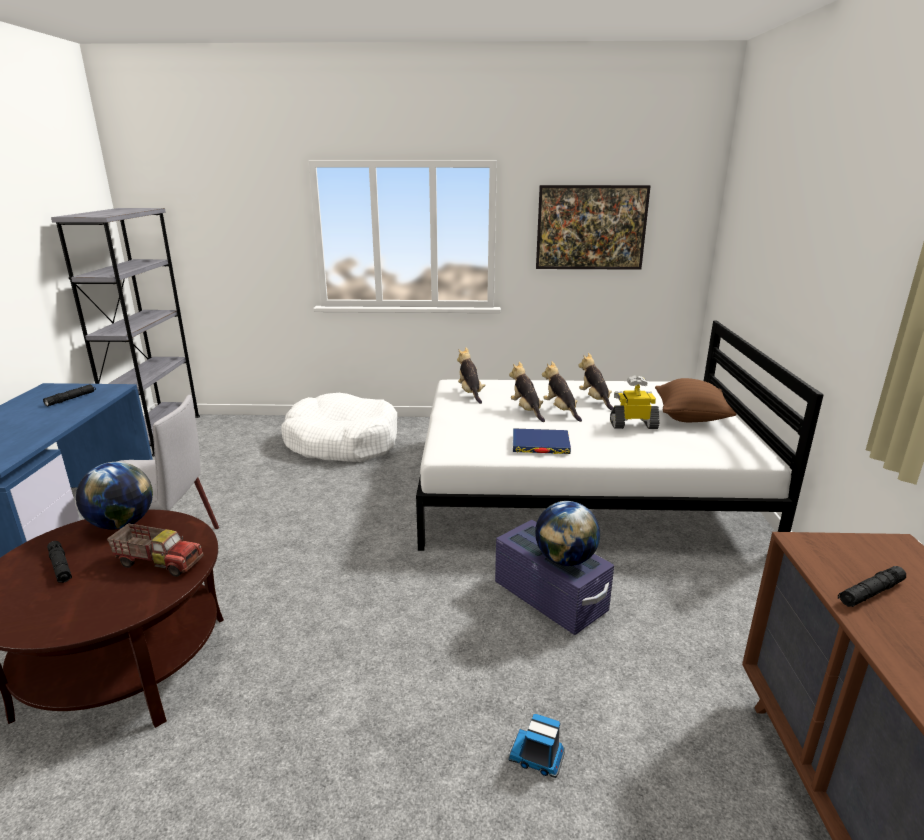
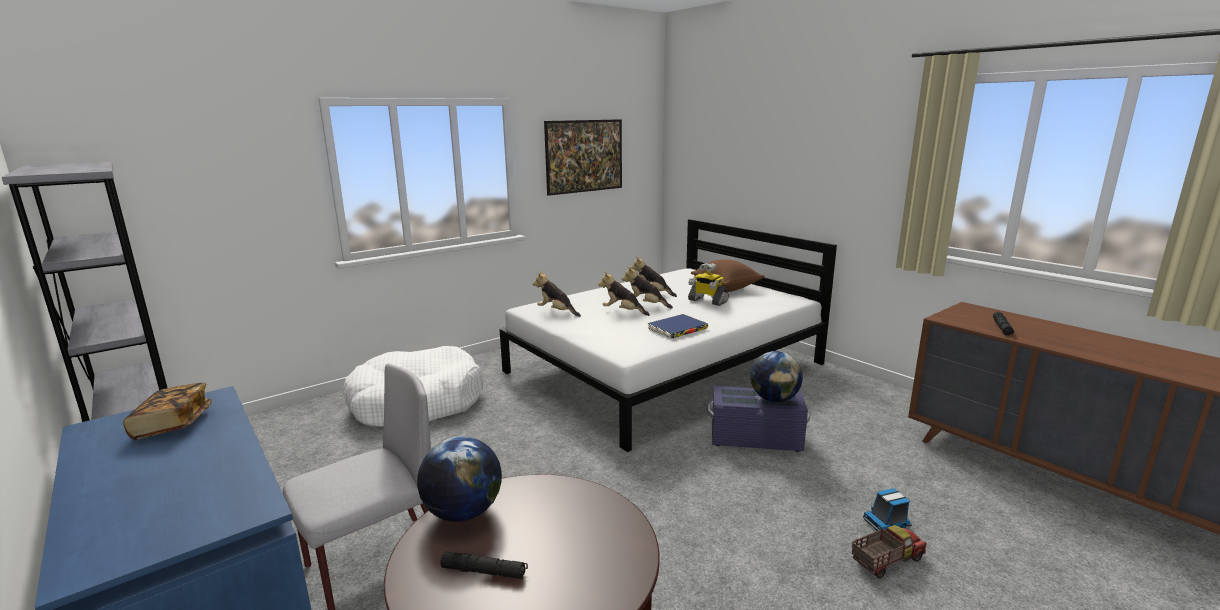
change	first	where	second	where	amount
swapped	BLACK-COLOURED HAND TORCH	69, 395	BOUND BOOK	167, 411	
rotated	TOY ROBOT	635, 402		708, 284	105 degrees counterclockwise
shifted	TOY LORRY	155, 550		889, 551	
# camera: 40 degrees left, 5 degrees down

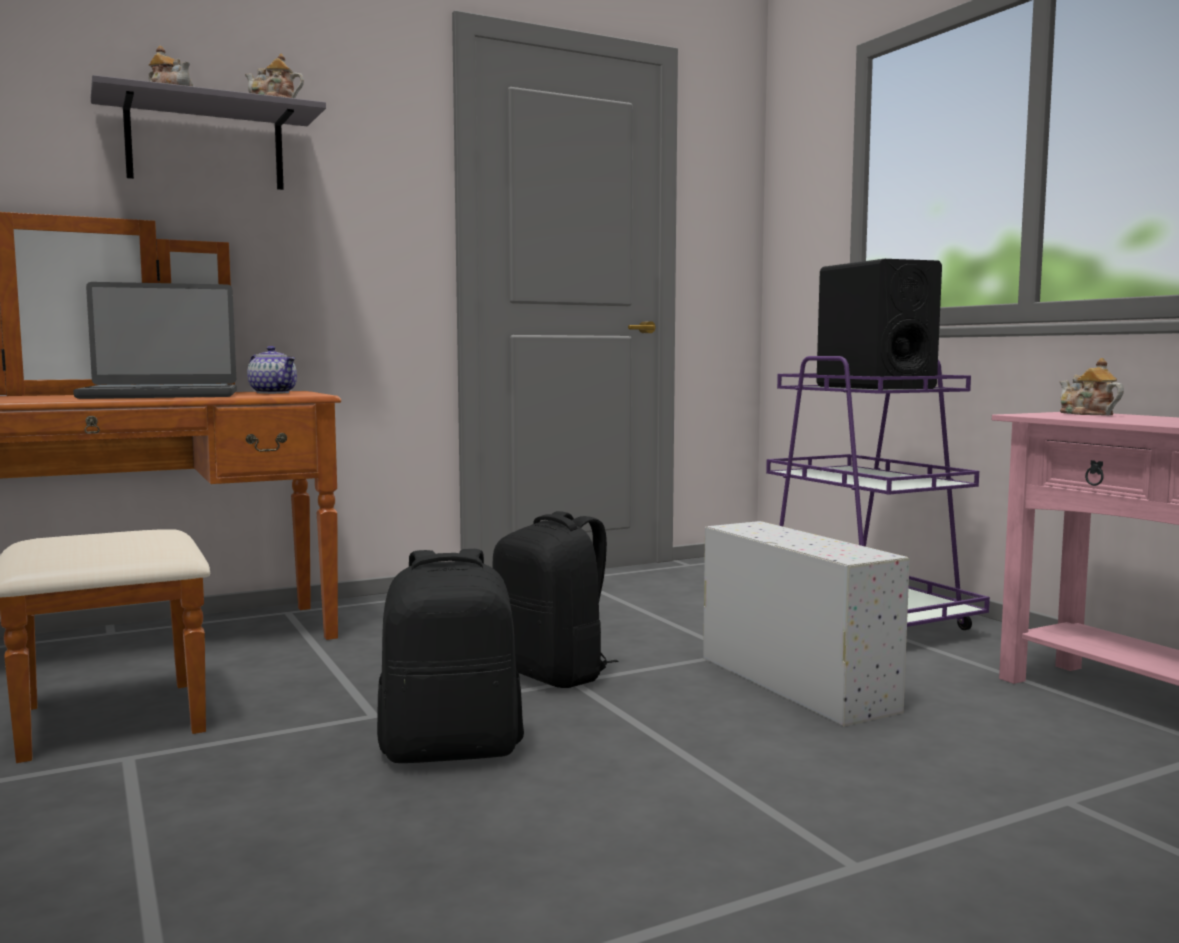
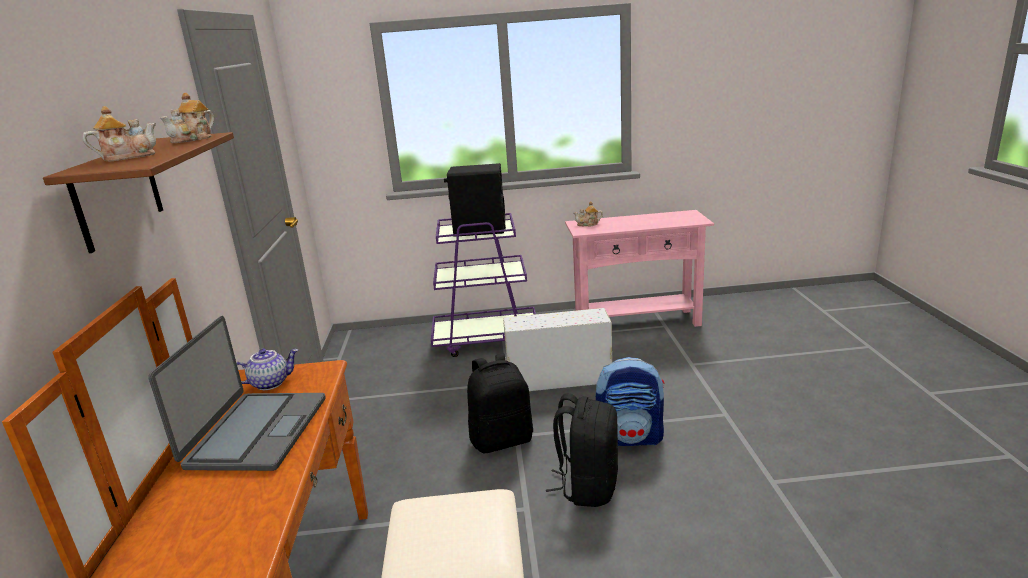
change	first	where	second	where	amount
repainted	GRAY BRACKET SHELF	208, 132	BROWNISH BRACKET SHELF	138, 192	
new			BACKPACK	630, 401	
# camera: 65 degrees left, 15 degrees up

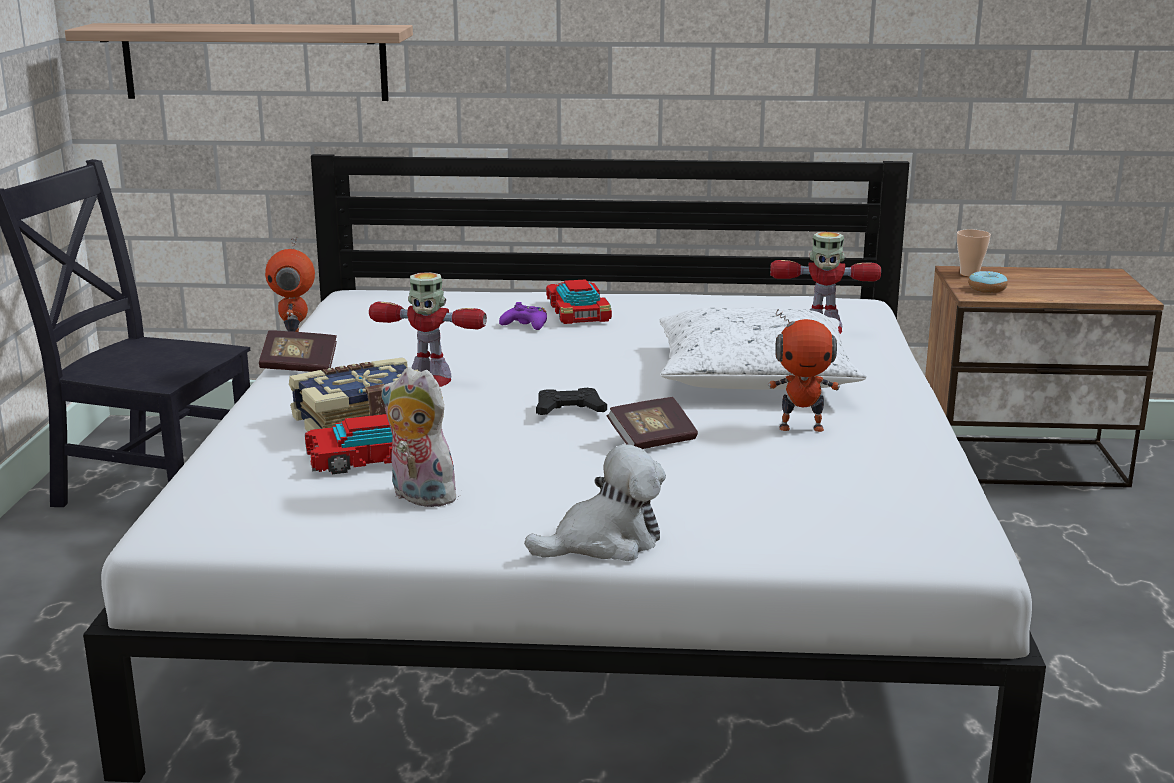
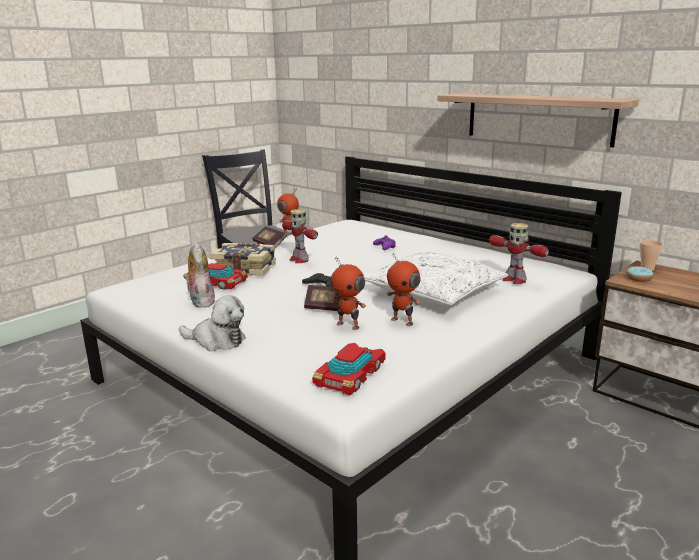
change	first	where	second	where	amount
shifted	MINIATURE CAR	579, 301		348, 369	
new			TOY ROBOT	348, 293	
shifted	BRACKET SHELF	239, 62		538, 120	
# camera: 40 degrees right, 0 degrees up

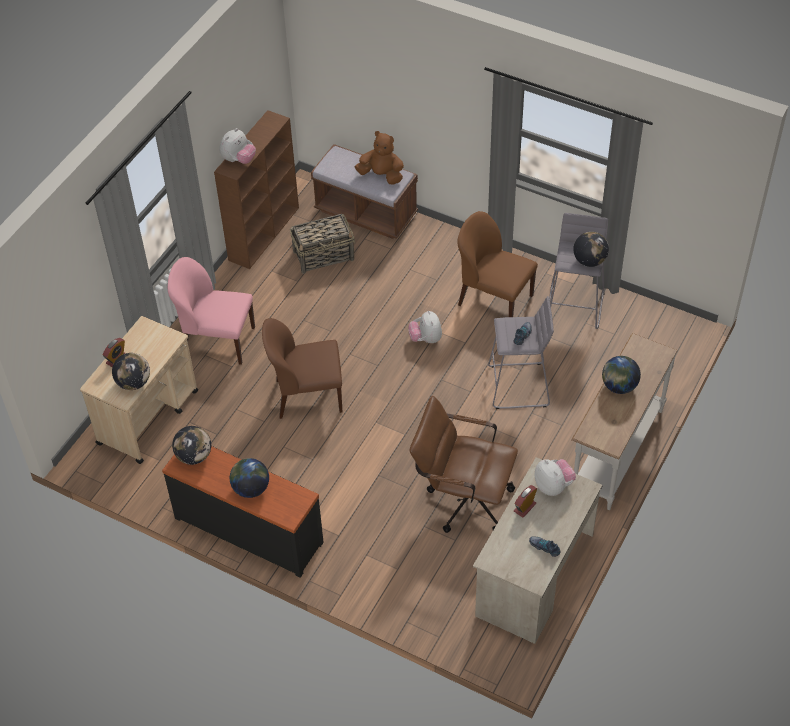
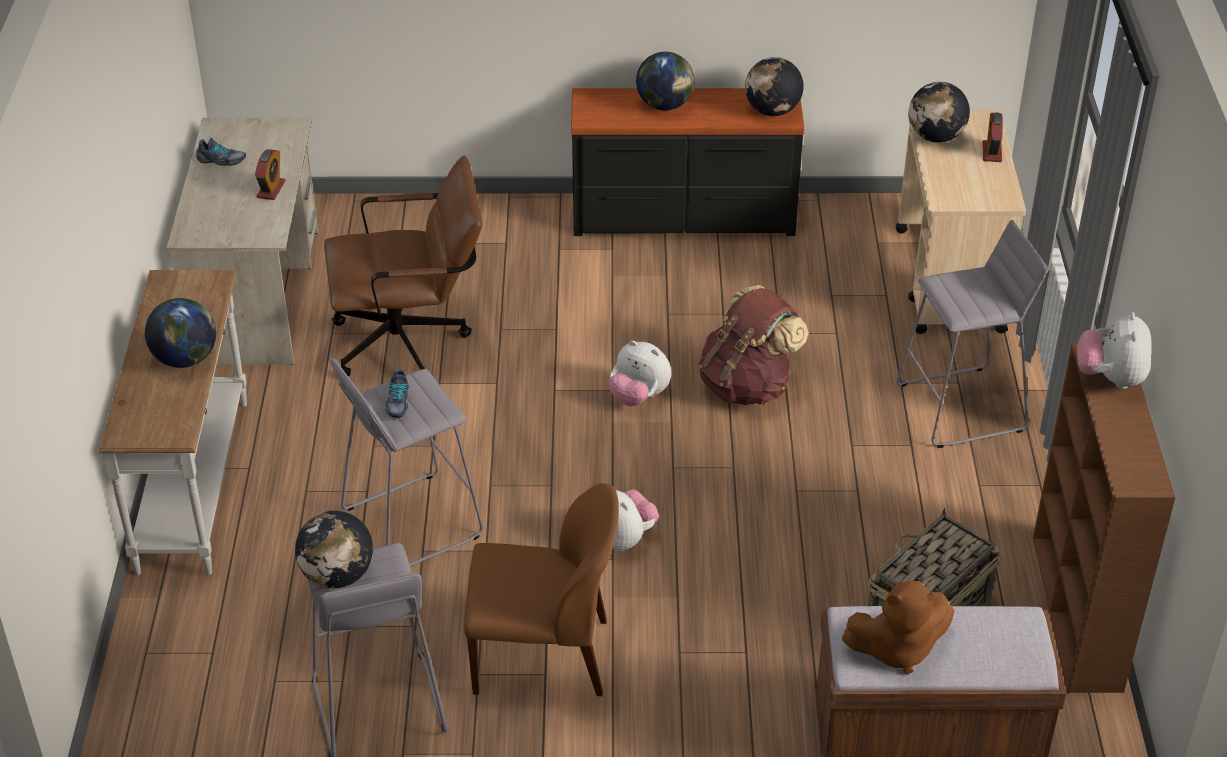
change	first	where	second	where	amount
shifted	CUDDLY TOY	555, 477		640, 373	
swapped	BROWNISH UPRIGHT CHAIR	302, 368	BROWNISH BACKPACK	753, 345	
swapped	PINK-COLOURED UPRIGHT CHAIR	211, 311	GRAY SITTING STOOL	972, 334	
# camera: 150 degrees right, 10 degrees down

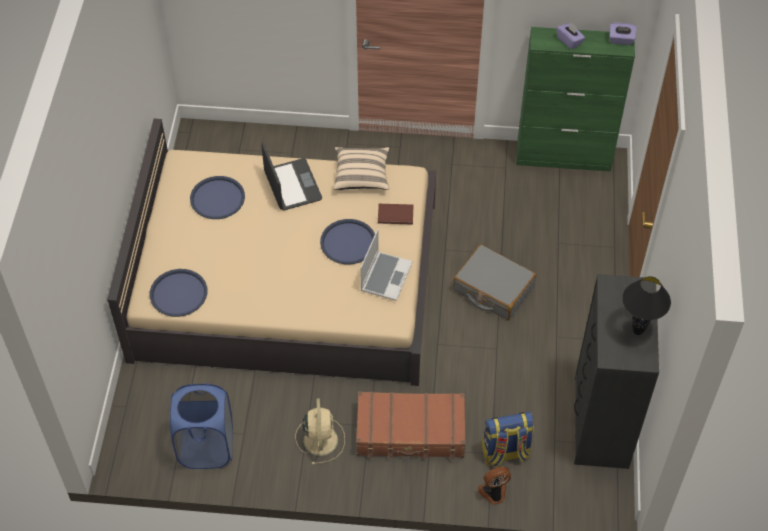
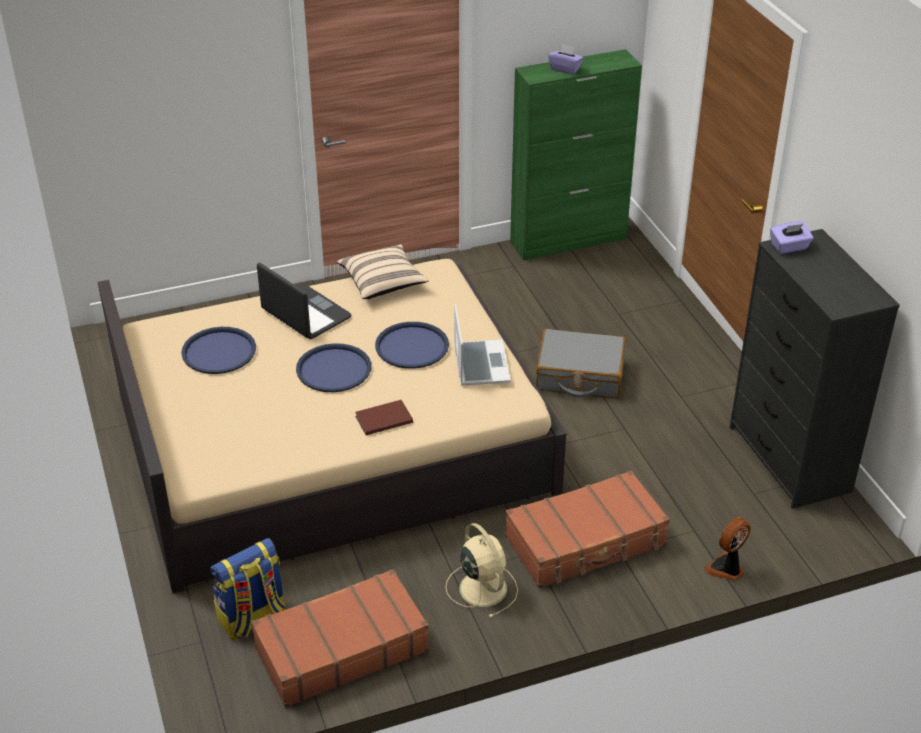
change	first	where	second	where	amount
shifted	BACKPACK	508, 439		248, 589	
swapped	BLUE-COLOURED HAMPER	201, 426	BROWNISH SUITCASE	340, 638	
shifted	BLUE-COLOURED SERVING TRAY	179, 293		333, 367	
shifted	BROWNISH BOUND BOOK	396, 214		384, 417	
shifted	PURPLISH TISSUE BOX	623, 34		791, 237	
gone	BLACK-COLOURED LAMP FOR A TABLE	646, 305			
# camera: 25 degrees left, 15 degrees down

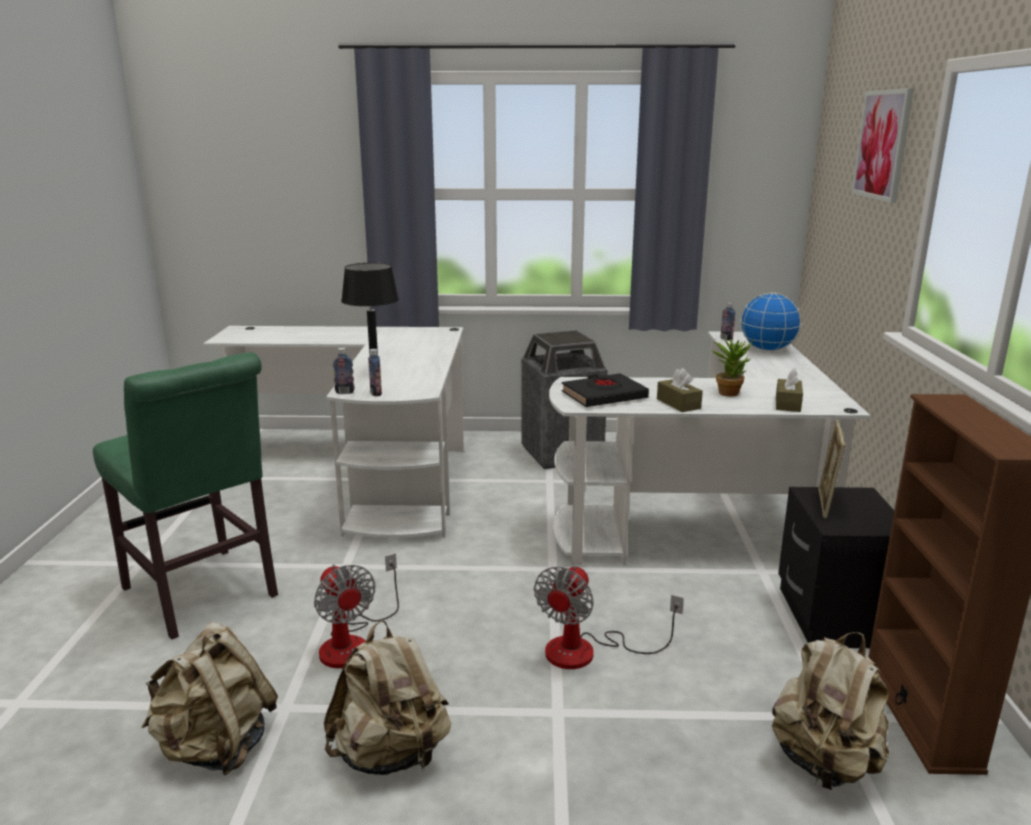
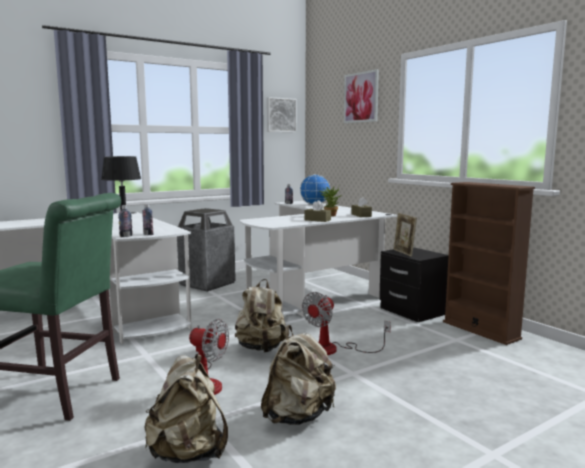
change	first	where	second	where	amount
shifted	SAND-COLOURED BACKPACK	830, 711		260, 316	
new			WALL ART	282, 114	
rotated	FAN	609, 617		346, 323	45 degrees clockwise
gone	BLACK-COLOURED BOUND BOOK	605, 390			
# camera: 35 degrees left, 10 degrees down

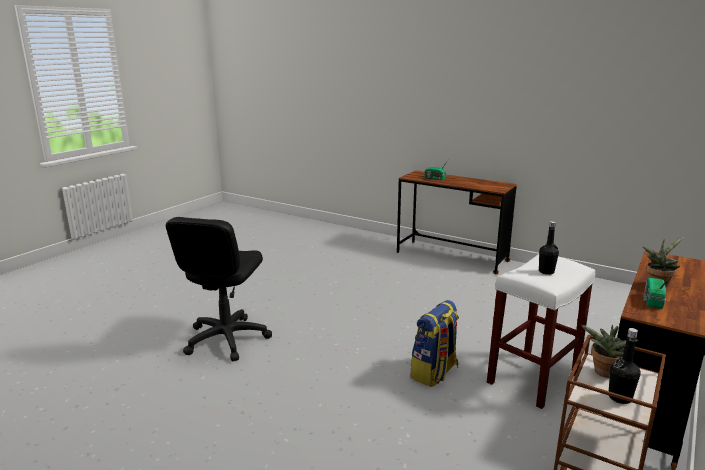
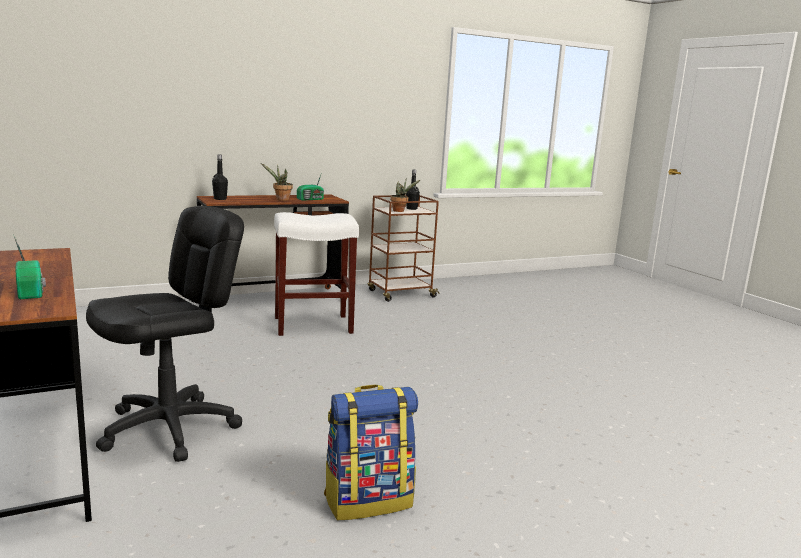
change	first	where	second	where	amount
shifted	BLACK-COLOURED COMPUTER CHAIR	219, 289		165, 334	
shifted	BLACK-COLOURED BOTTLE	549, 248		220, 177	
shifted	BACKPACK	434, 343		371, 452	
# camera: 150 degrees left, 5 degrees down

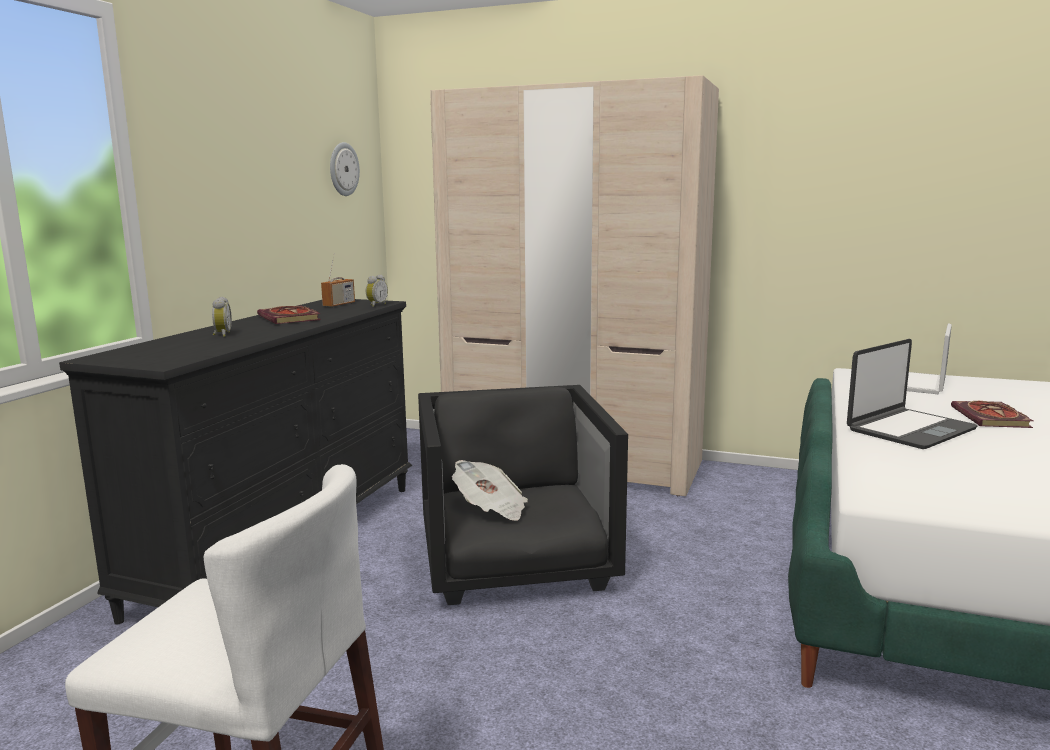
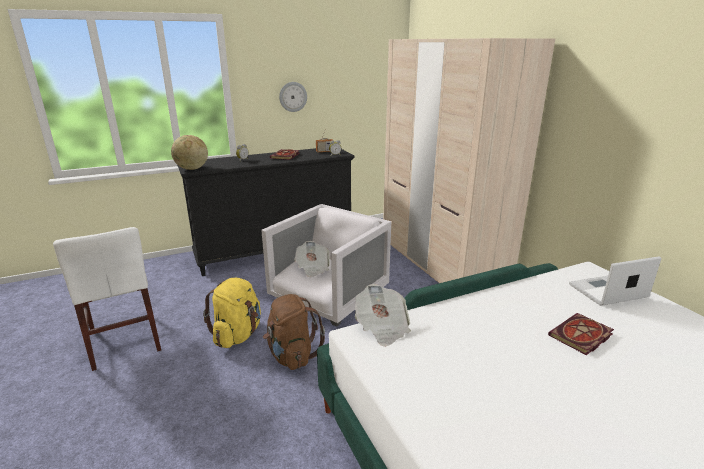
change	first	where	second	where	amount
new			DESK GLOBE	189, 152	
new			YELLOW-COLOURED BACKPACK	232, 313	
repainted	BLACK-COLOURED EASY CHAIR	523, 495	WHITE-COLOURED EASY CHAIR	326, 265	
new			BROWNISH BACKPACK	294, 332	
shifted	WALL CLOCK	345, 169		293, 97	
new			DAILY PAPER	383, 315	
gone	PORTABLE COMPUTER	912, 394			
# camera: 45 degrees right, 10 degrees up

